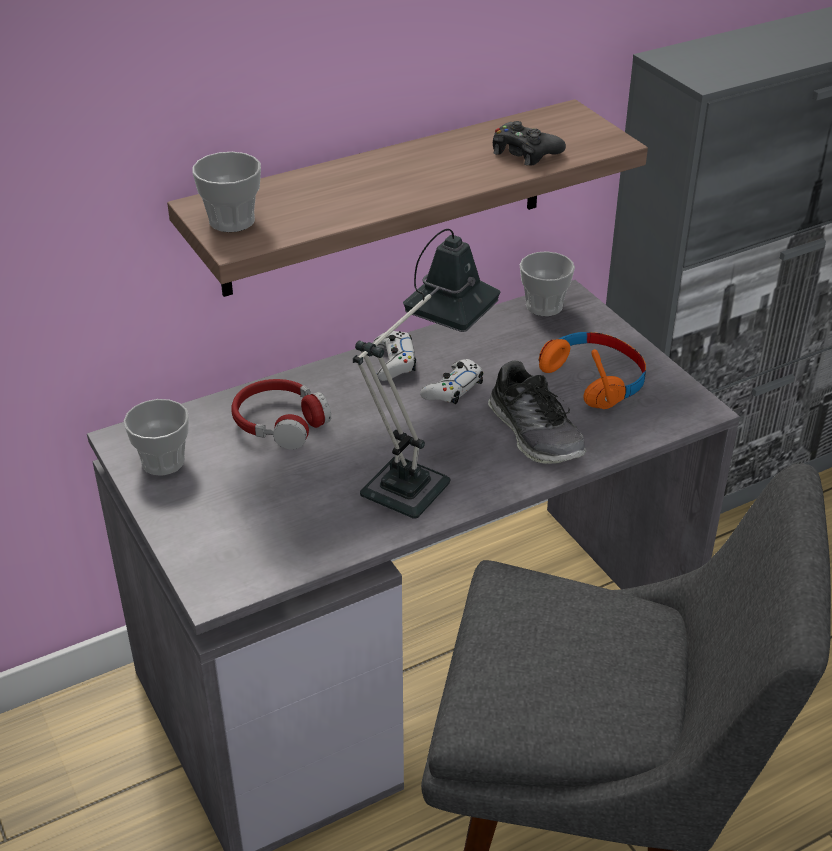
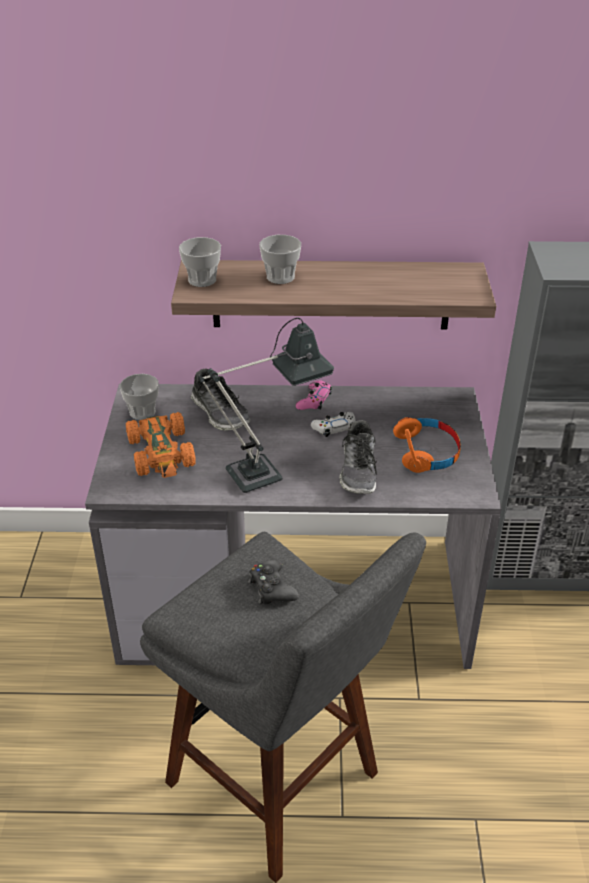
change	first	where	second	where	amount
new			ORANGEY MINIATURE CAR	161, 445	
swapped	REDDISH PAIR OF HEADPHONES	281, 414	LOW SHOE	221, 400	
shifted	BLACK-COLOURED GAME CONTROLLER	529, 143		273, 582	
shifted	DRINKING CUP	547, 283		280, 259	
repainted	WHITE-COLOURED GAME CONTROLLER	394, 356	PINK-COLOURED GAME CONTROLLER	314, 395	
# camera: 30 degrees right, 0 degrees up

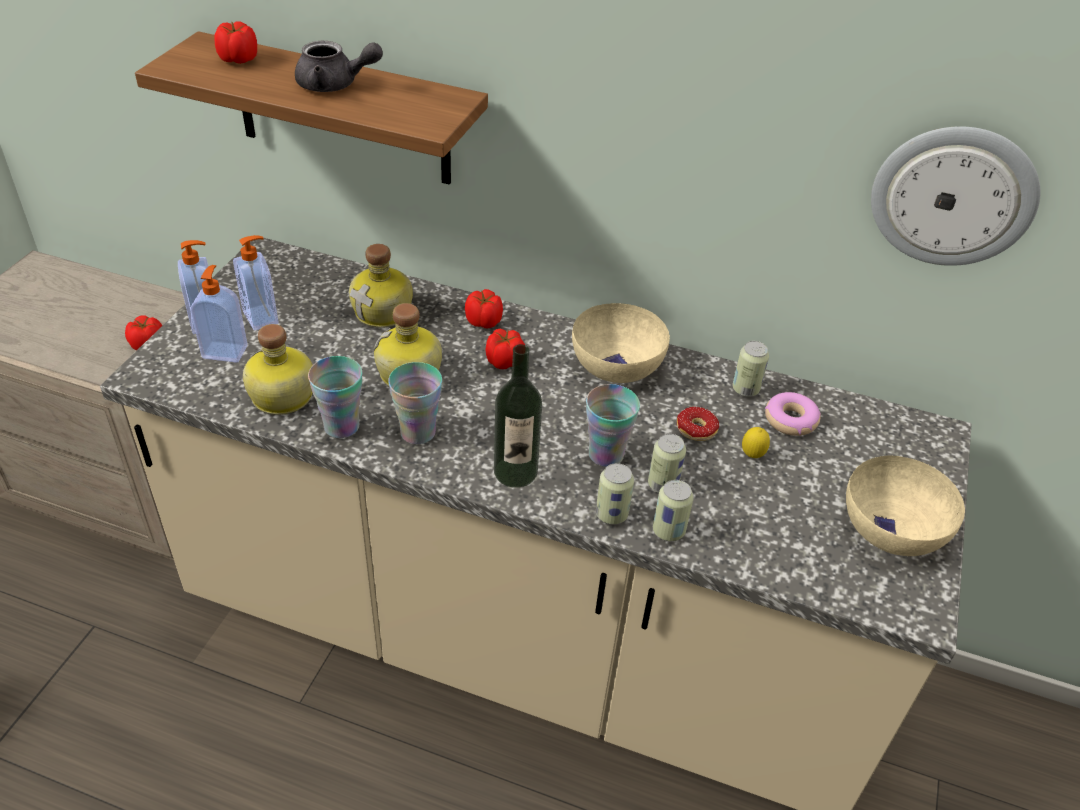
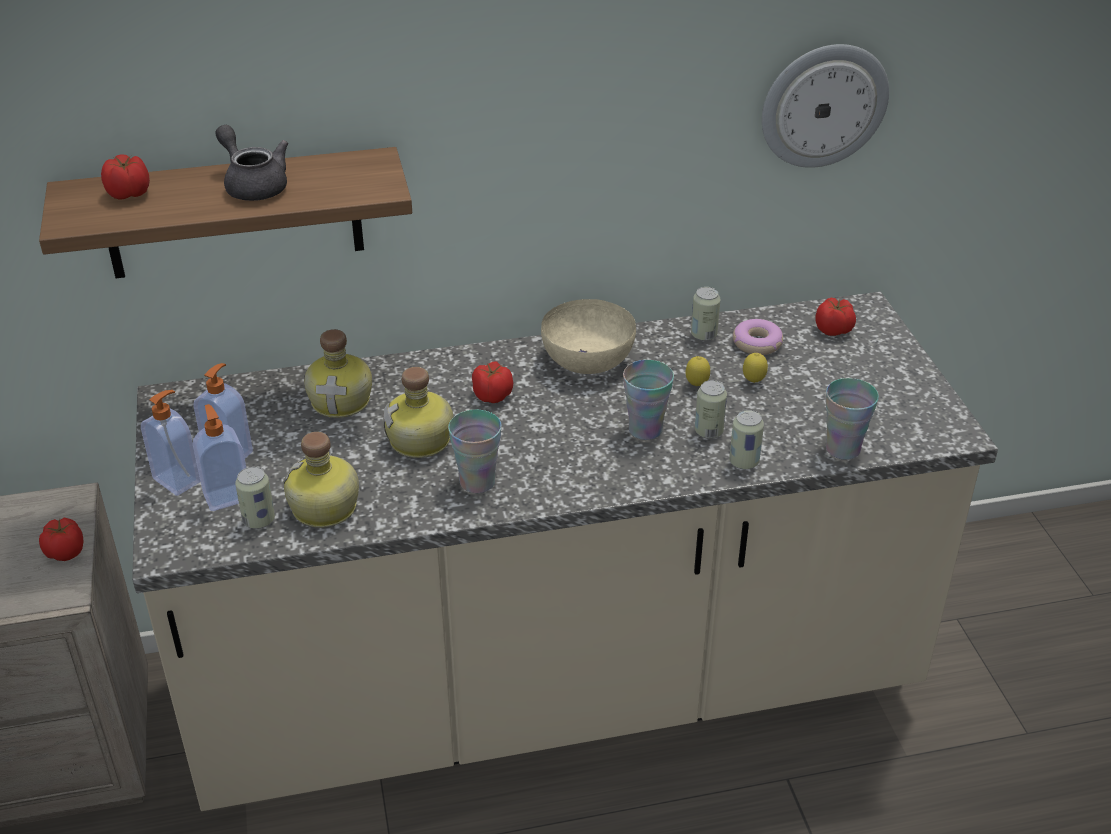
change	first	where	second	where	amount
rotated	GRAY POT FOR TEA	339, 66		251, 163	105 degrees counterclockwise
shifted	METAL CAN	615, 494		255, 498	
swapped	RING DOUGHNUT	698, 424	LEMON	697, 371	
shifted	TOMATO	484, 308		835, 317	
shifted	DRINKING CUP	335, 397		852, 419	
gone	BOTTLE	518, 416			
gone	SAND-COLOURED DEEP DISH	905, 505			
# camera: 30 degrees left, 5 degrees down

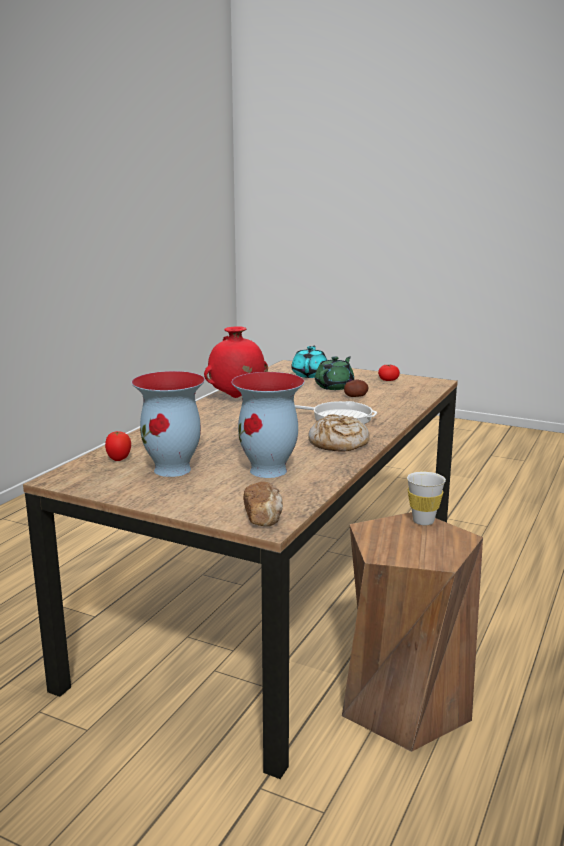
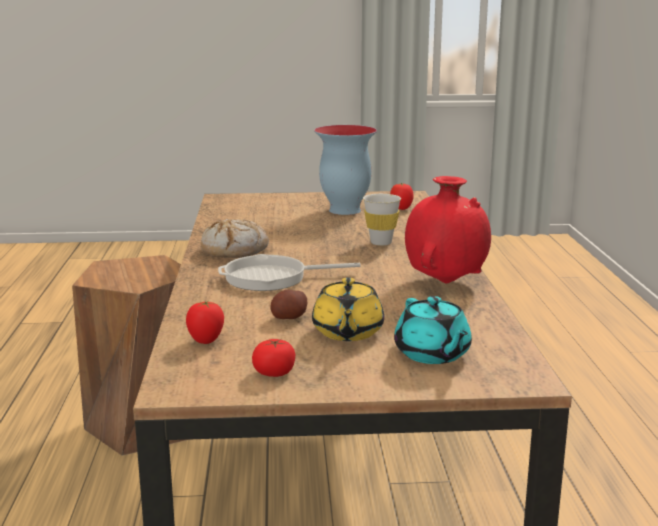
change	first	where	second	where	amount
new			TOMATO	205, 322	
repainted	GREEN-COLOURED POT FOR TEA	334, 373	YELLOW-COLOURED POT FOR TEA	348, 309	
shifted	WHITE-COLOURED DRINKING CUP	426, 498		382, 220	
gone	VASE	267, 425			
gone	BAKED BREAD	263, 503			
# camera: 150 degrees right, 0 degrees up

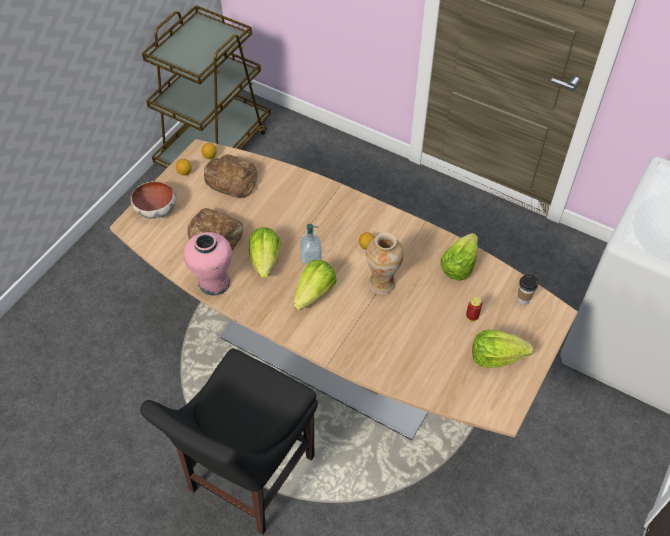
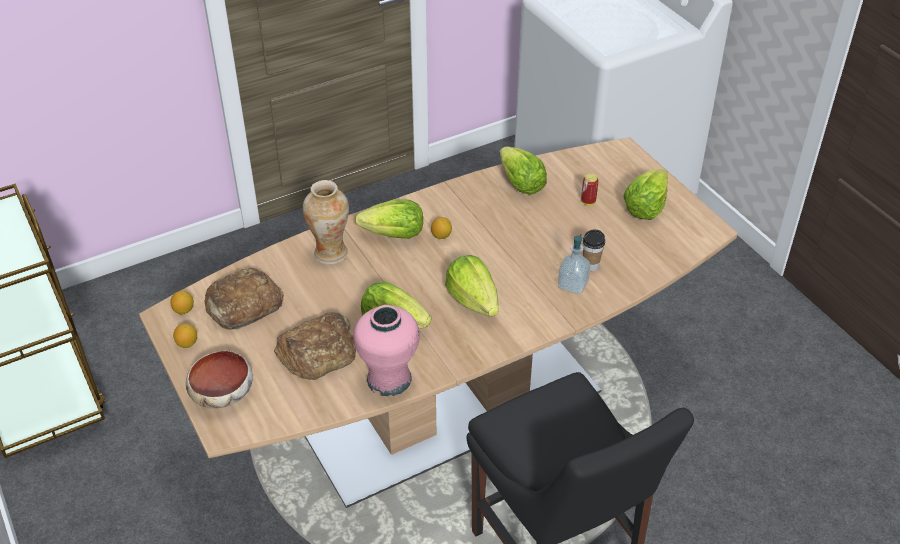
change	first	where	second	where	amount
shifted	VASE	385, 263		326, 222	
new			HEAD OF LETTUCE	389, 219	
shifted	SOAP BOTTLE	311, 244		574, 264	
shifted	DRINKING CUP	527, 290		594, 250	
# camera: 60 degrees left, 10 degrees down

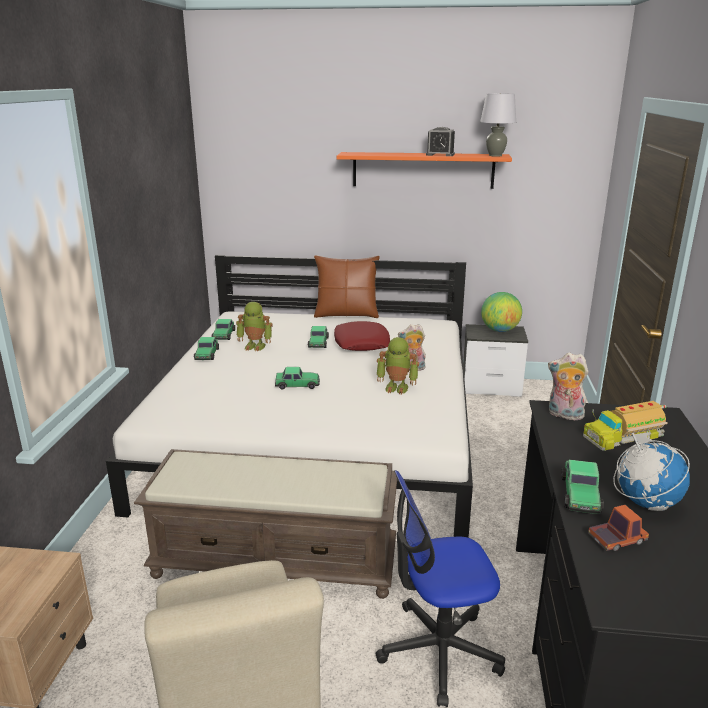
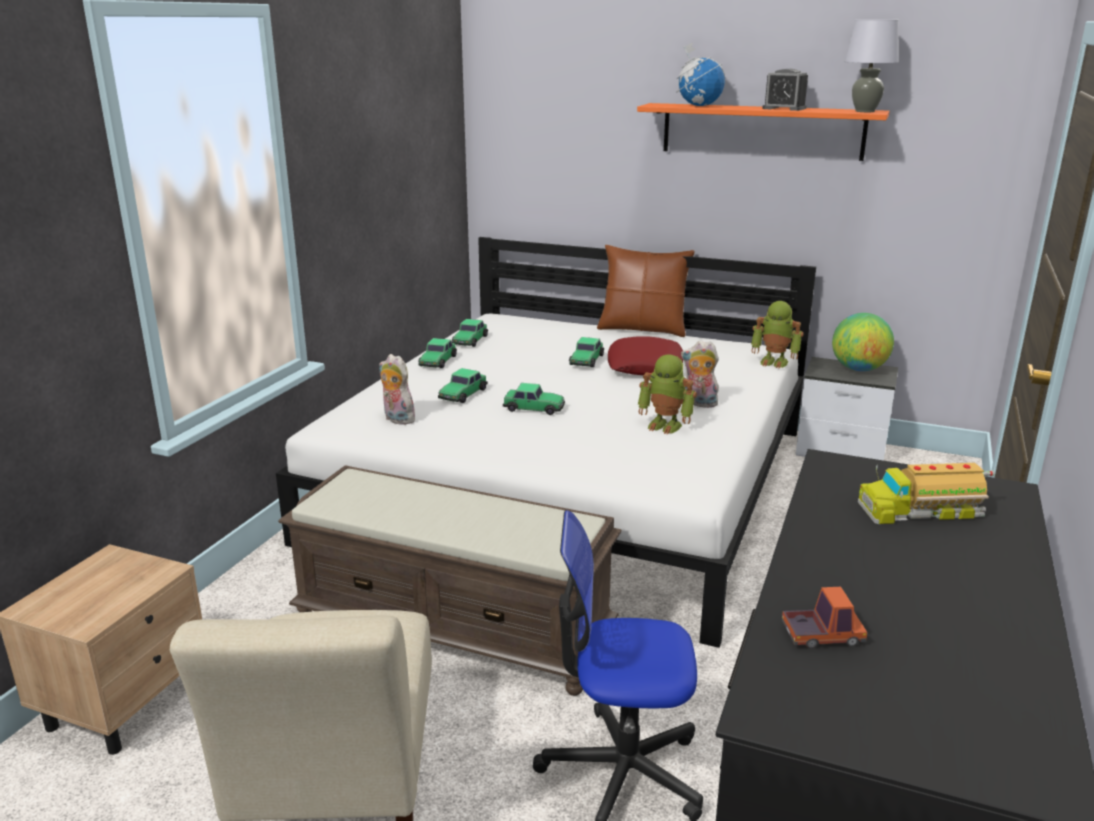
change	first	where	second	where	amount
shifted	CUDDLY TOY	568, 386		397, 389	
shifted	MINIATURE CAR	582, 487		463, 385	
shifted	DESK GLOBE	651, 471		700, 74	
shifted	TOY ROBOT	254, 326		777, 334	
# camera: 15 degrees right, 0 degrees up

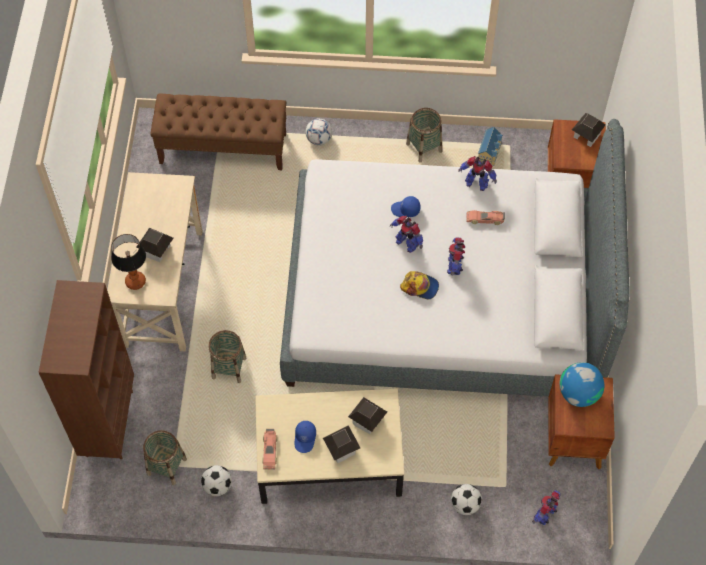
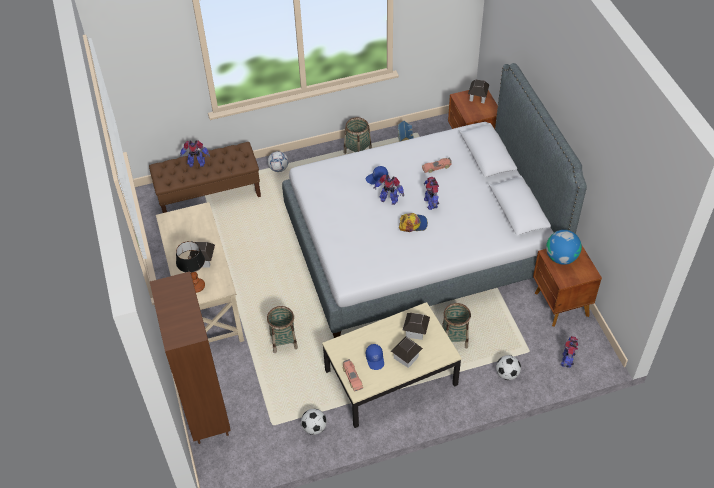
change	first	where	second	where	amount
shifted	TOY ROBOT	477, 173		195, 153	
shifted	HOUSEHOLD BASKET	165, 457		456, 325	
# camera: 20 degrees left, 10 degrees down

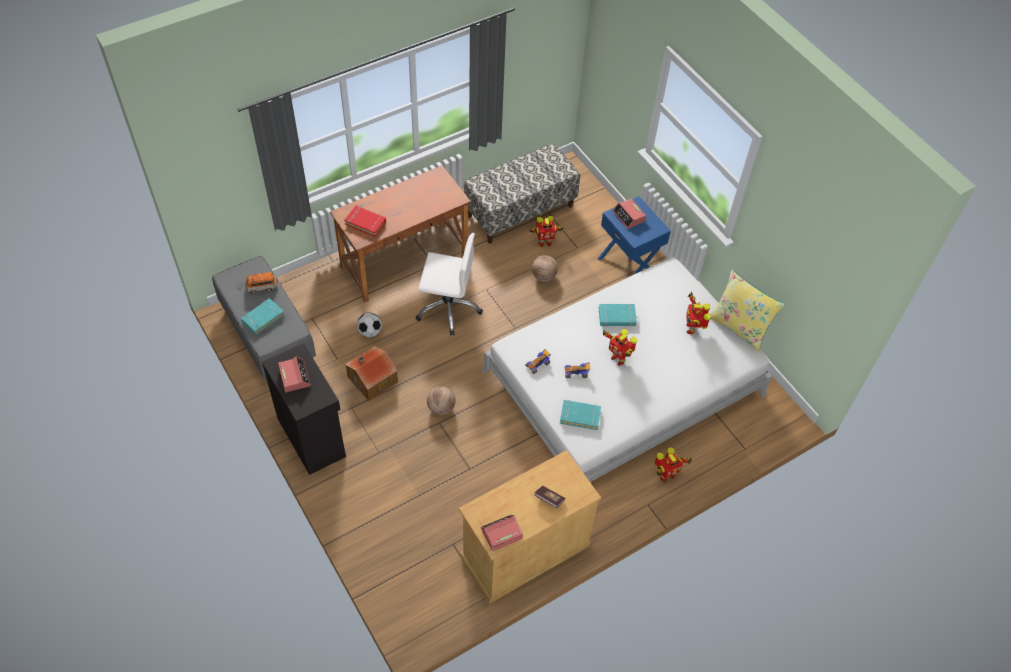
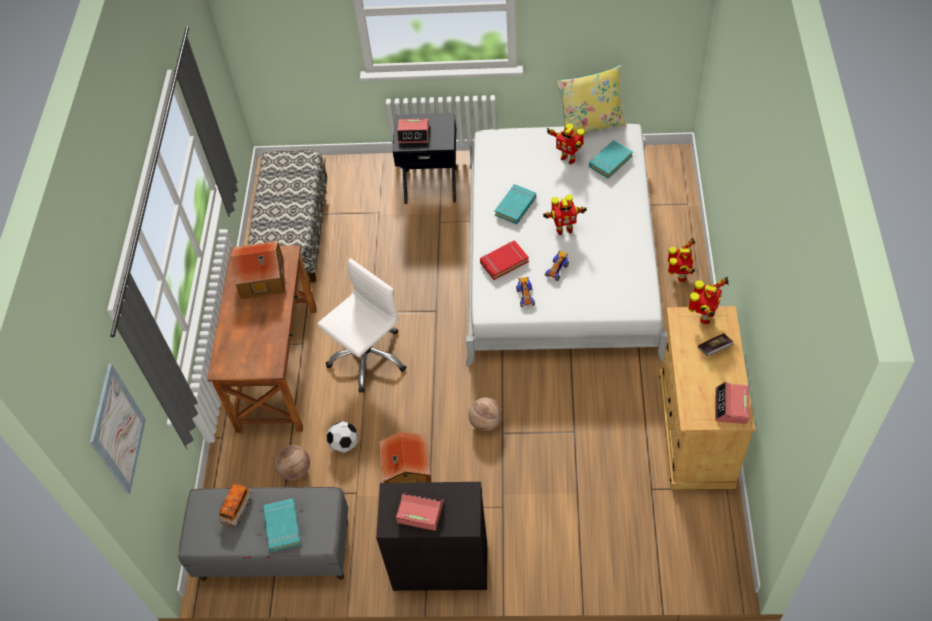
change	first	where	second	where	amount
new			WALL ART	118, 429	
new			TOY HOUSE	258, 270	
shifted	BASKETBALL BALL	545, 268		292, 462	
repainted	BLUE-COLOURED NIGHTSTAND	634, 235	BLACK-COLOURED NIGHTSTAND	424, 158	
shifted	REDDISH BOUND BOOK	365, 221		504, 260	
shifted	BLUE-GREEN BOUND BOOK	580, 415		611, 159	
shifted	TOY ROBOT	546, 231		708, 300	
# camera: 50 degrees left, 0 degrees up

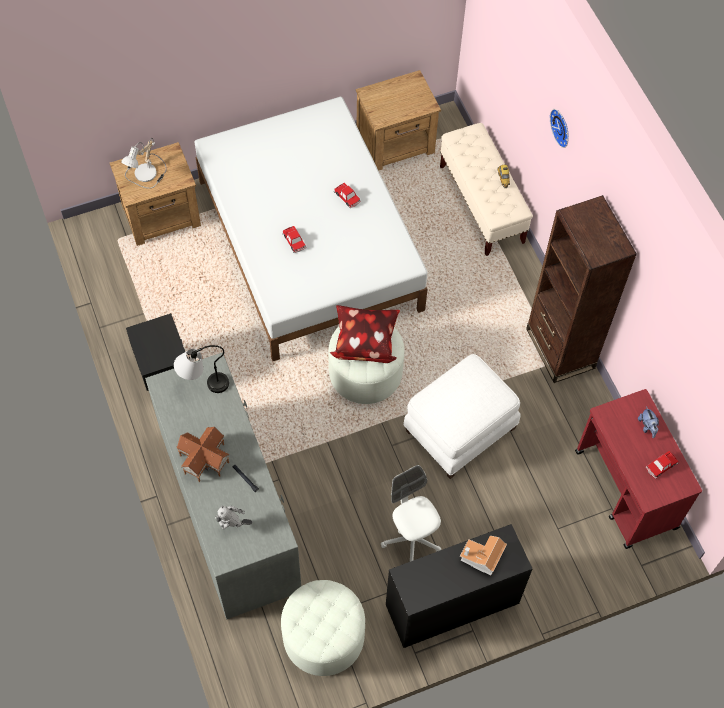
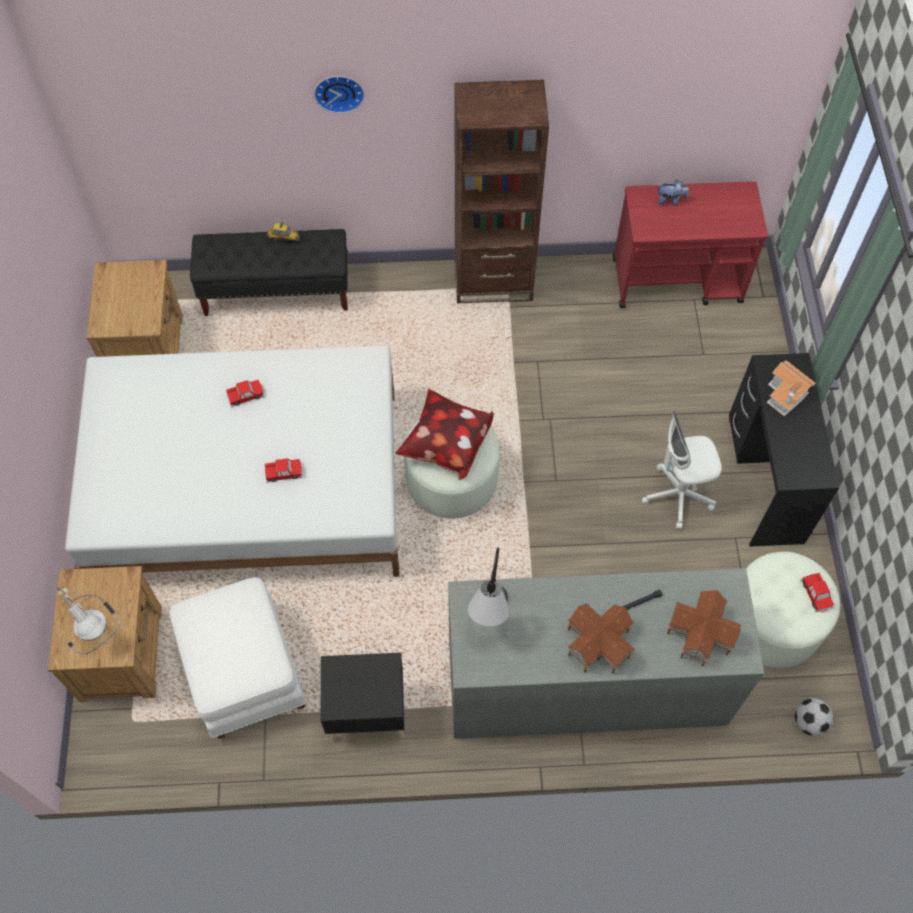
change	first	where	second	where	amount
shifted	WHITE-COLOURED FOOTREST	461, 416		238, 657	
repainted	SAND-COLOURED BENCH	486, 189	BLACK-COLOURED BENCH	269, 272	
swapped	TOY ROBOT	233, 517	TOY HOUSE	704, 628	
new			BALL FOR FOOTBALL	814, 717	
shifted	MINIATURE CAR	662, 465		817, 592	
# camera: 70 degrees left, 0 degrees up

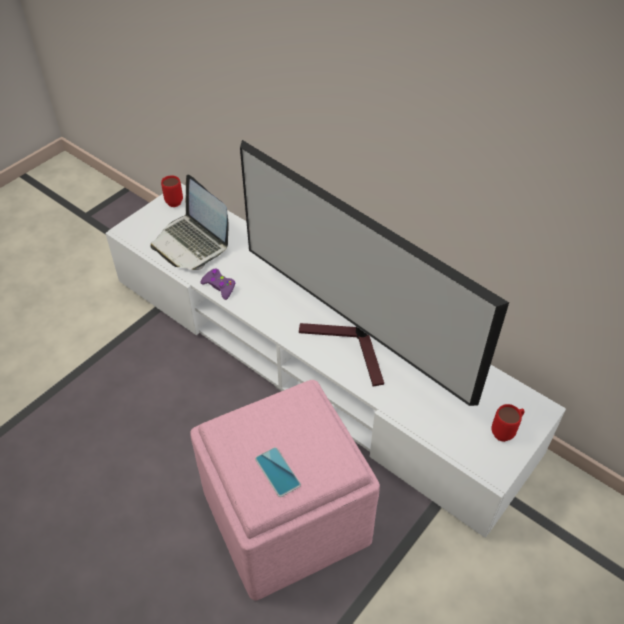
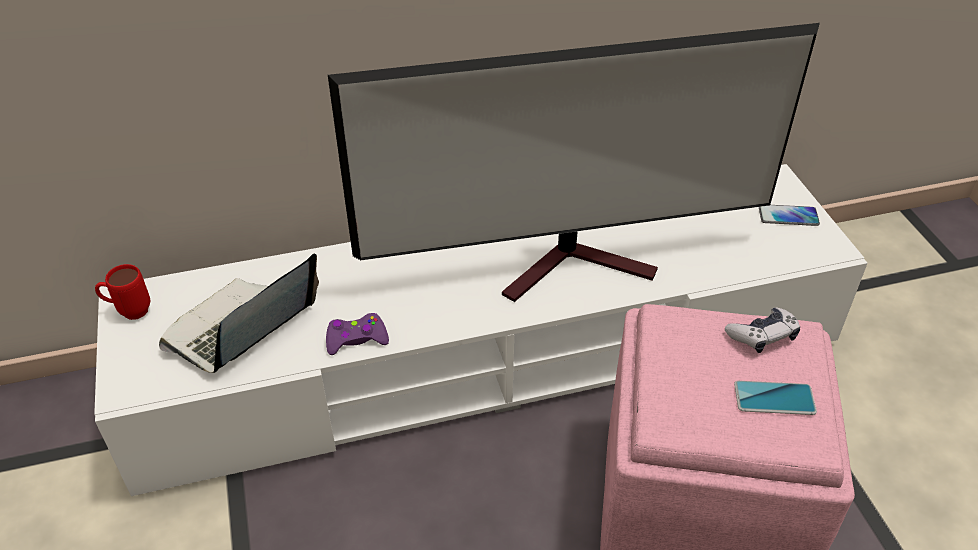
change	first	where	second	where	amount
rotated	PORTABLE COMPUTER	189, 222		239, 313	135 degrees clockwise
new			GAME CONTROLLER	762, 330	
swapped	REDDISH MUG	508, 423	HANDSET	789, 215	
# camera: 55 degrees left, 5 degrees down

